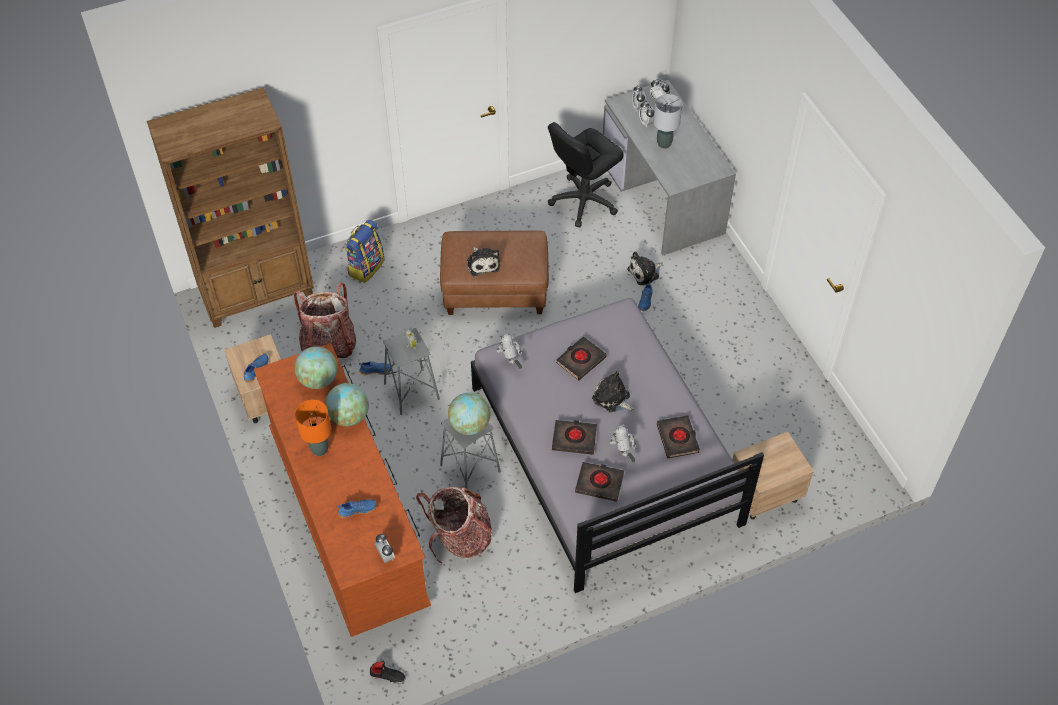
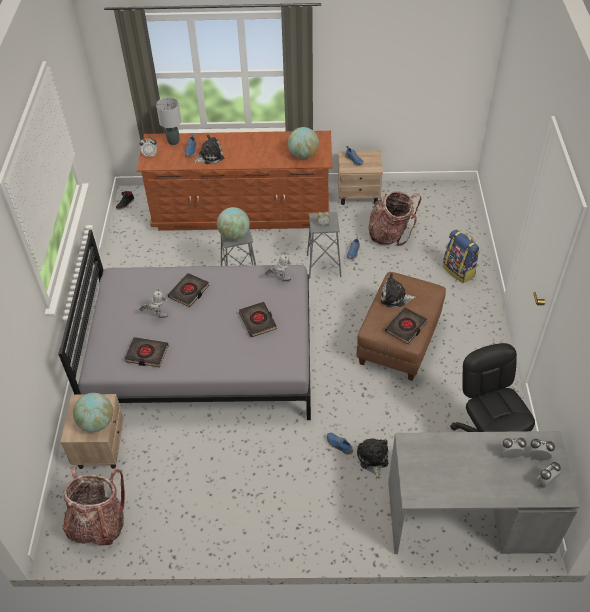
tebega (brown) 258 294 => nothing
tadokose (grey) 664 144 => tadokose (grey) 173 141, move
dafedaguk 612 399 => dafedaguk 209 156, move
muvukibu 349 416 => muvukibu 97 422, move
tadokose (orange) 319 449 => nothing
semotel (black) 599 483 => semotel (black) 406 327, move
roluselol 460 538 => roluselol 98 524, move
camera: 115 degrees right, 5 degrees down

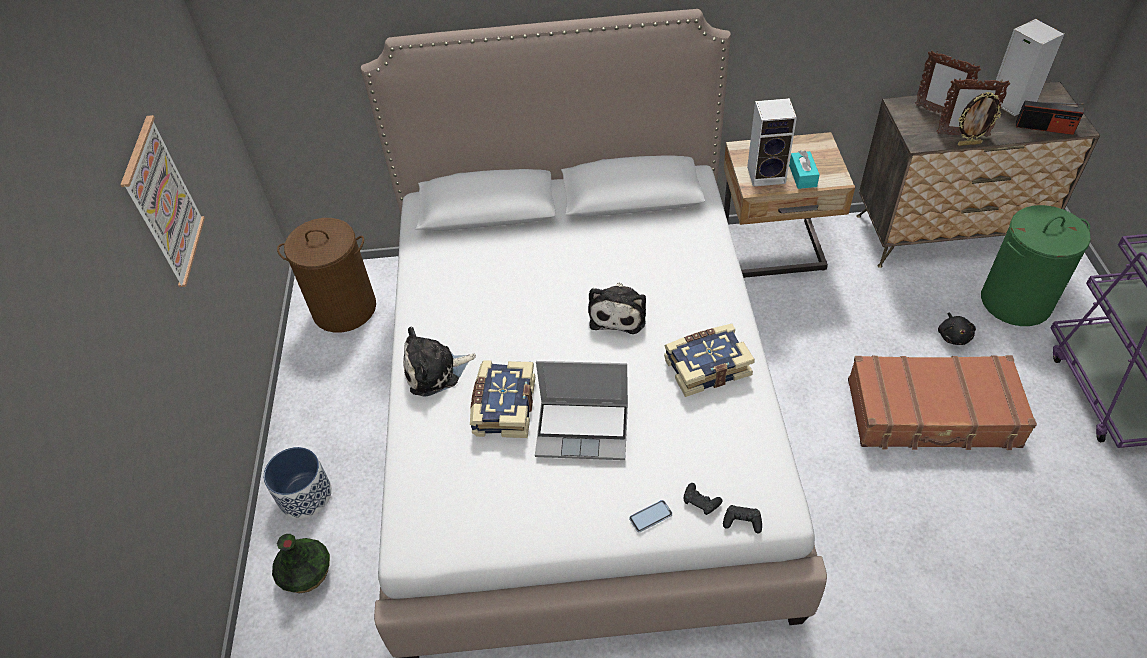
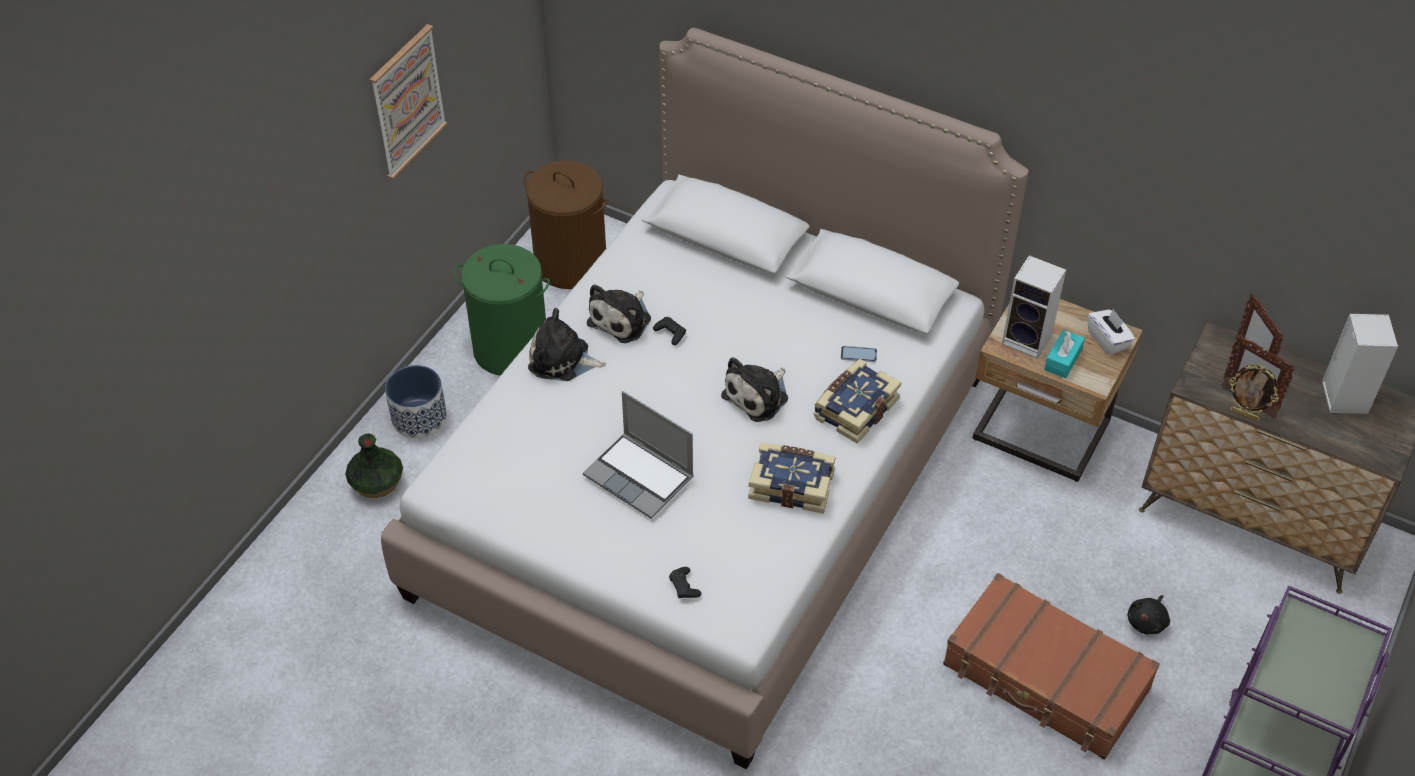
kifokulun 1044 128 => nothing
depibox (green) 1015 302 => depibox (green) 510 349, move
semotel 503 407 => semotel 854 408, move
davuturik 650 516 => davuturik 858 355, move
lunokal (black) 742 521 => lunokal (black) 670 333, move
nothing => dafedaguk 622 319
nothing => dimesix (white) 1108 340
camera: 30 degrees right, 0 degrees up

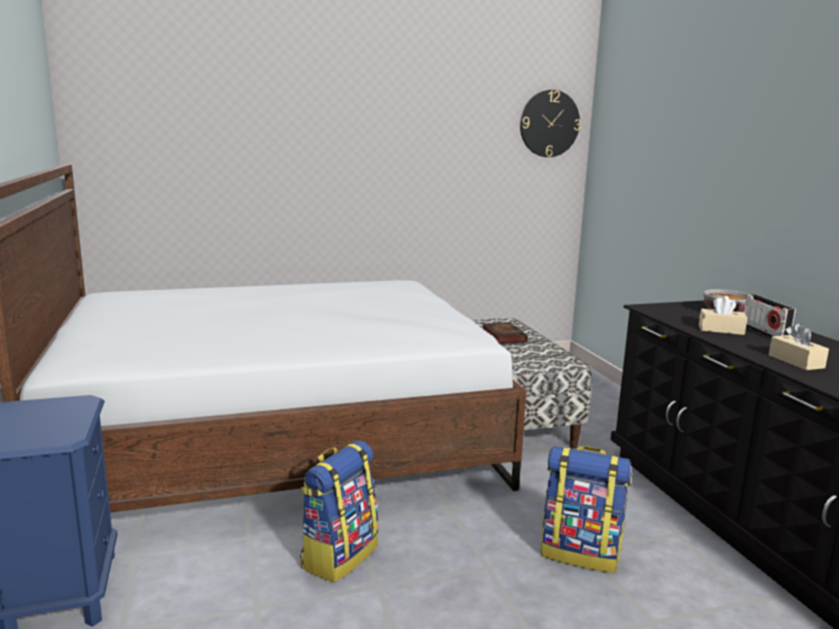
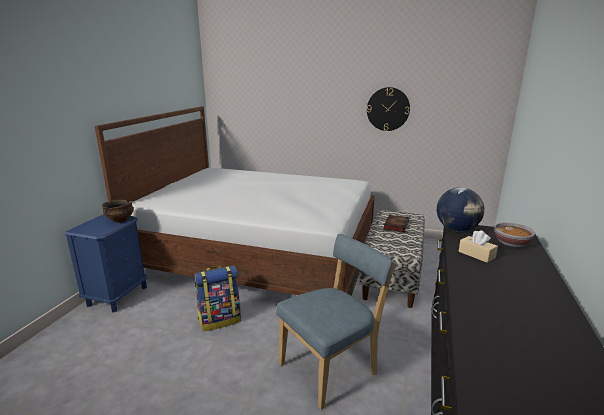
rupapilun 549 123 => rupapilun 388 109, move
kifokulun 765 333 => nothing
dimesix (beige) 796 361 => nothing
roluselol 581 552 => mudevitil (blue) 331 367
nothing => muvukibu 457 229
nothing => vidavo 120 220
camera: 35 degrees right, 5 degrees up

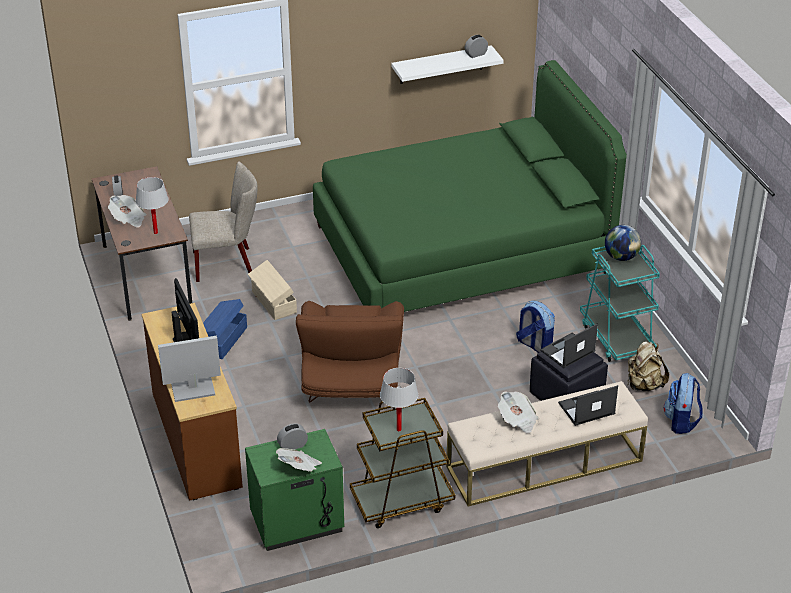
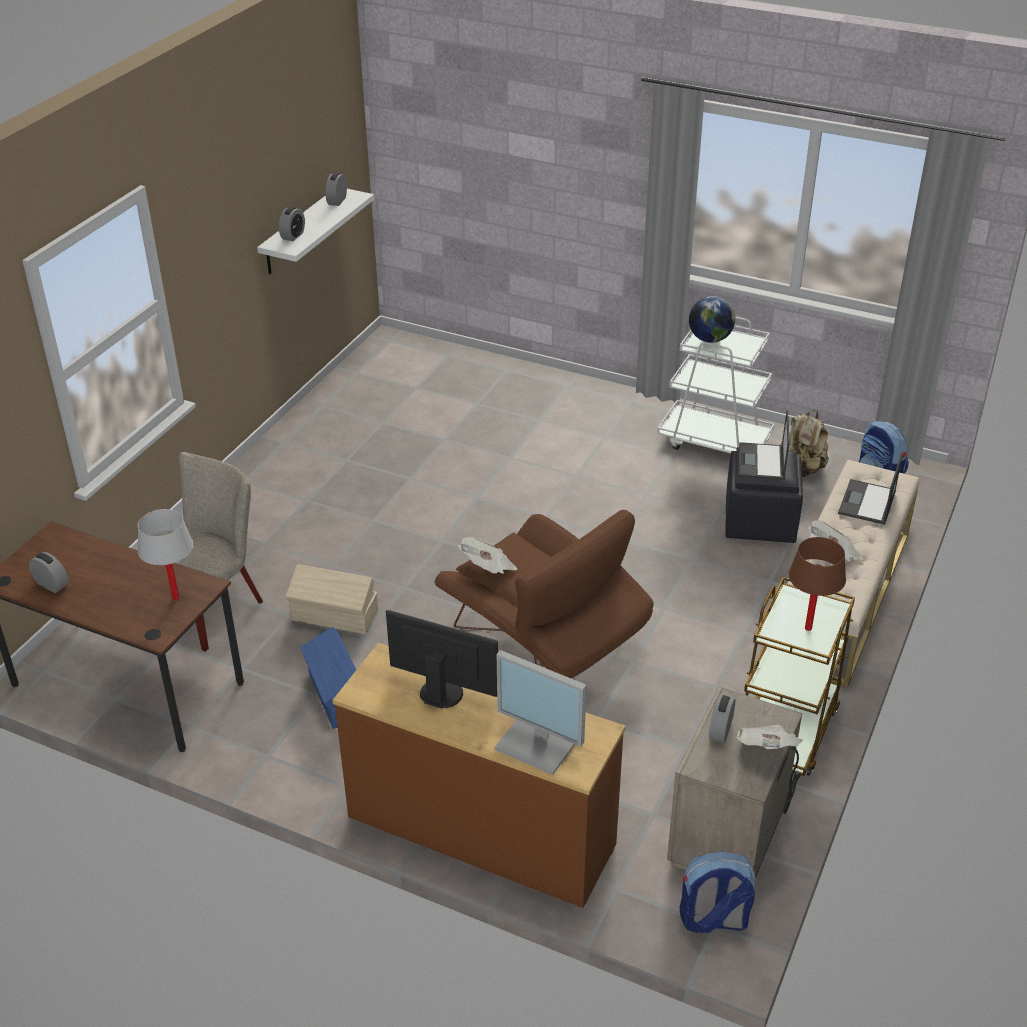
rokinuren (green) 461 250 => nothing
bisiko 128 219 => bisiko 488 567, move
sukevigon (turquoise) 616 337 => sukevigon (white) 715 441
roluselol 534 345 => roluselol 713 920, move
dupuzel 191 387 => dupuzel 540 742, 90 degrees counterclockwise
tadokose (white) 399 429 => tadokose (brown) 808 628
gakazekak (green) 297 523 => gakazekak (beige) 729 835
nothing => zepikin 293 236
camera: 45 degrees left, 0 degrees up

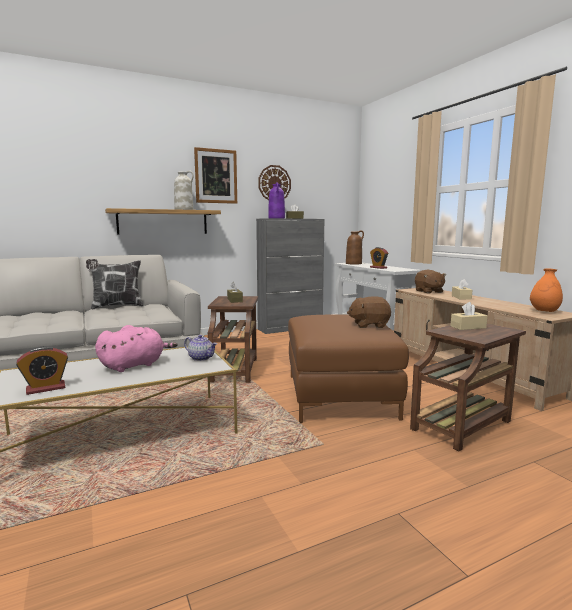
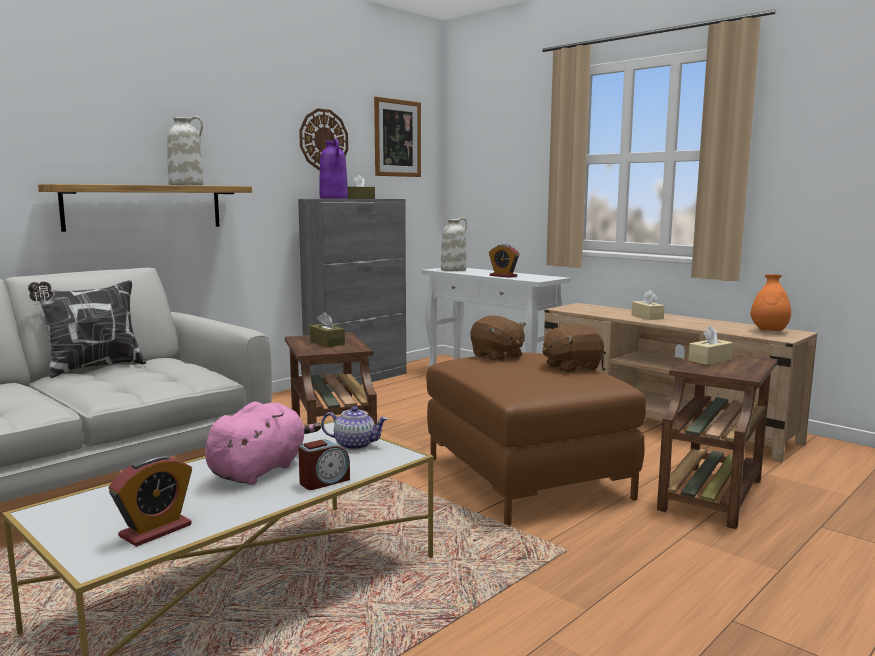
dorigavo 216 176 => dorigavo 397 138, move
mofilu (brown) 354 263 => mofilu (white) 453 270
dafedaguk (brown) 428 291 => dafedaguk (brown) 497 356, move
nothing => zepikin 324 481
camera: 20 degrees left, 0 degrees up

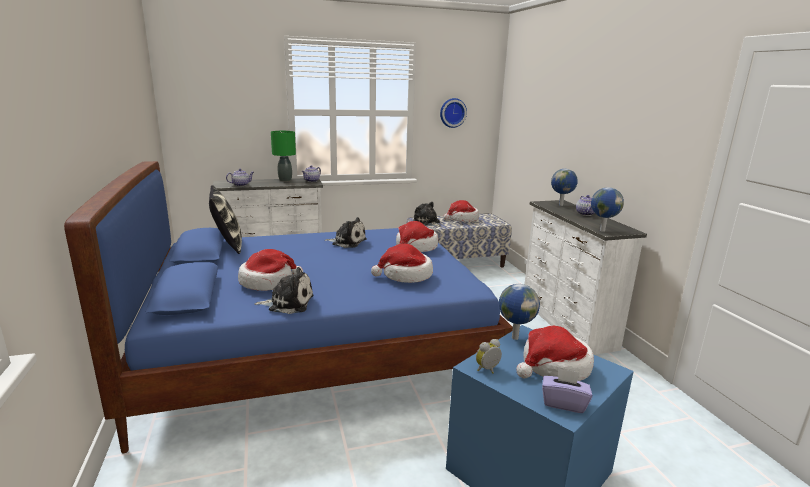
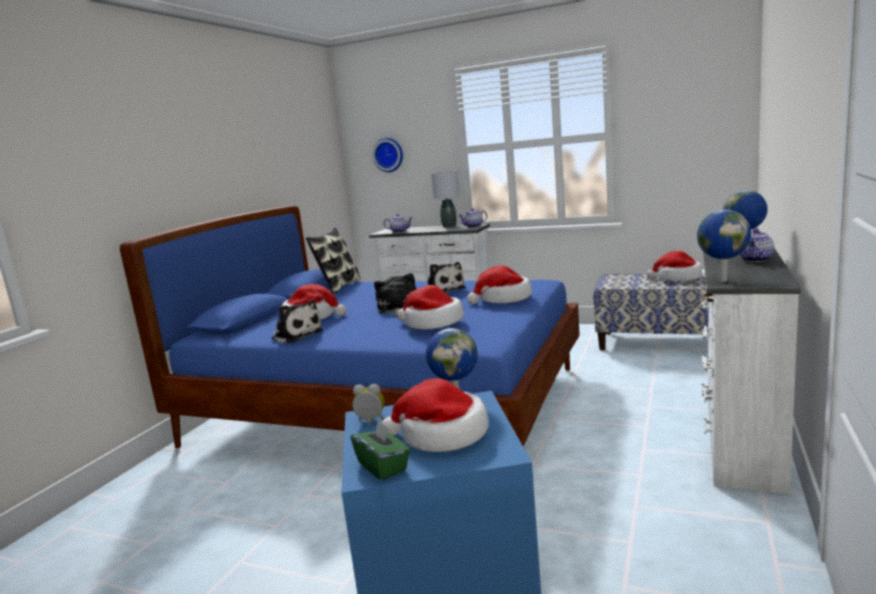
rupapilun 452 112 => rupapilun 389 154, move
tadokose (green) 285 180 => tadokose (grey) 449 226
dafedaguk 427 222 => dafedaguk 397 309, move
dimesix (purple) 563 403 => dimesix (green) 383 467
camera: 40 degrees right, 5 degrees down

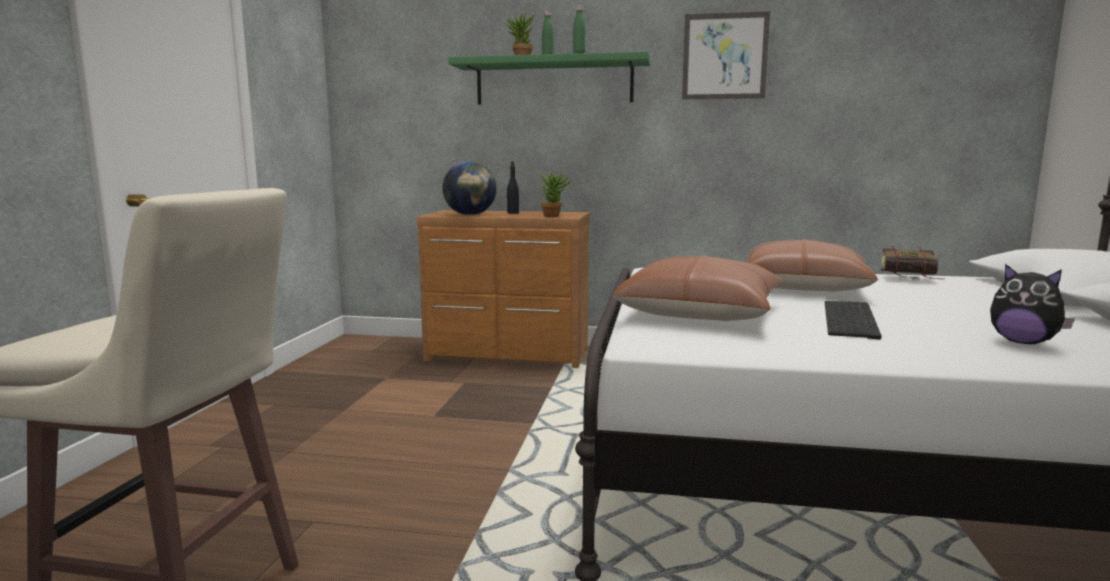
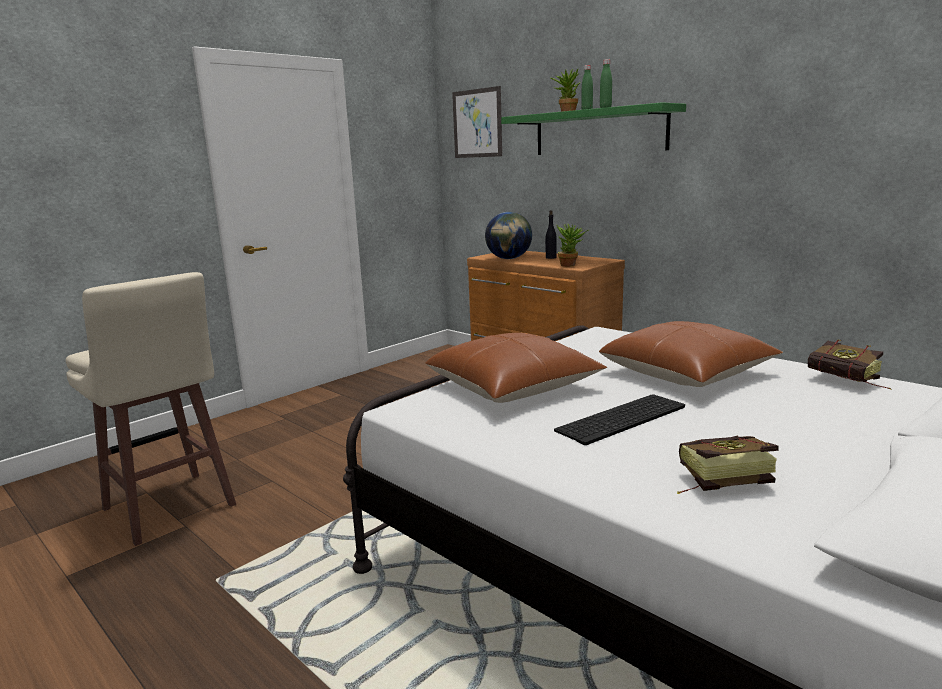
dorigavo 724 56 => dorigavo 477 123, move
dafedaguk 1023 342 => semotel 716 482
camera: 35 degrees right, 5 degrees up

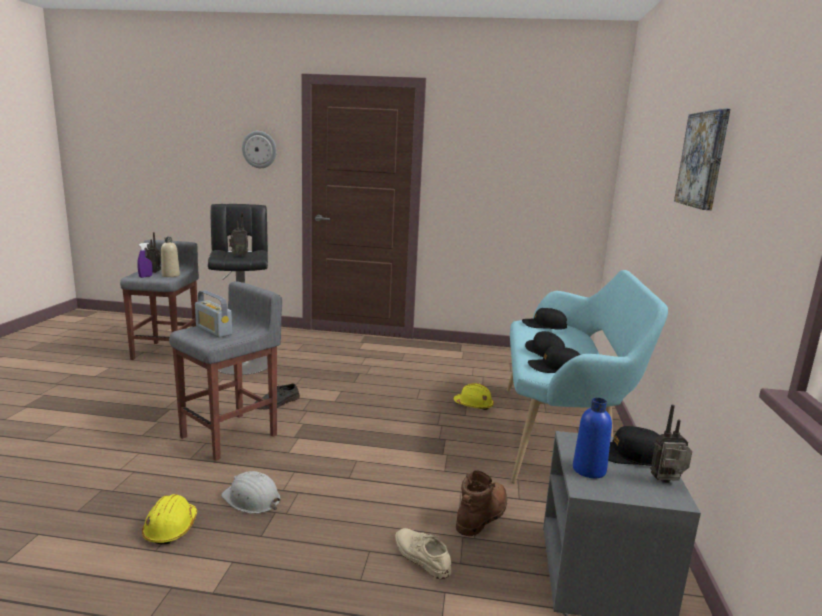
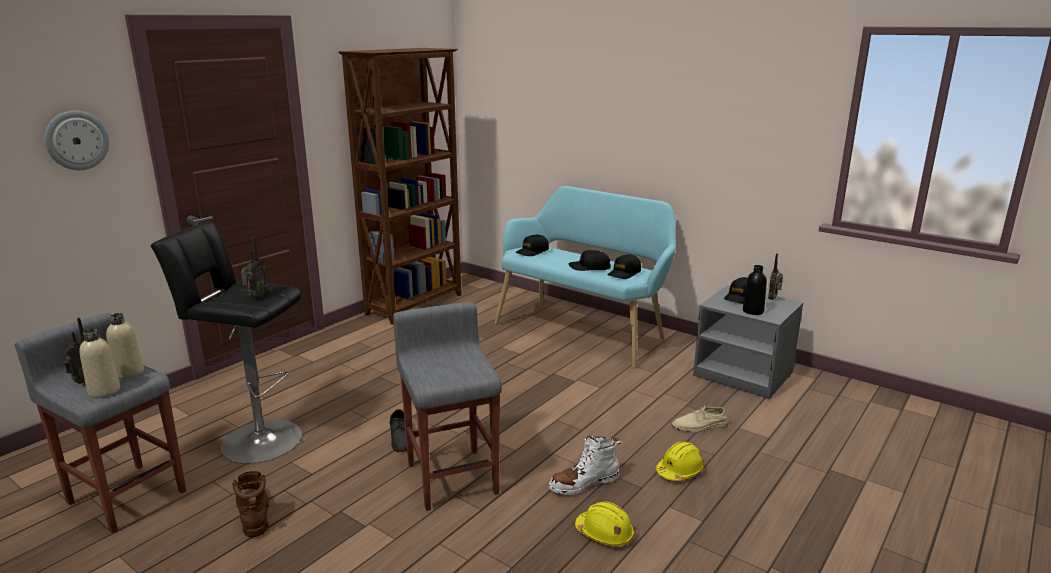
dorigavo 703 159 => nothing
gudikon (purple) 145 276 => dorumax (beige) 104 391
kifokulun 213 330 => nothing
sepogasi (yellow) 473 405 => sepogasi (yellow) 680 470, move
dorumax (blue) 589 470 => dorumax (black) 753 311
sepogasi (white) 251 499 => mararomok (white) 584 483
mararomok (brown) 482 515 => mararomok (brown) 253 512, move
nothing => tebega (brown) 416 304
camera: 60 degrees left, 5 degrees up

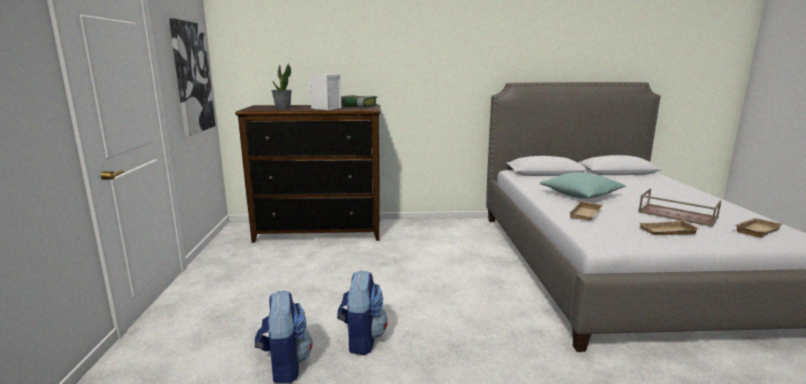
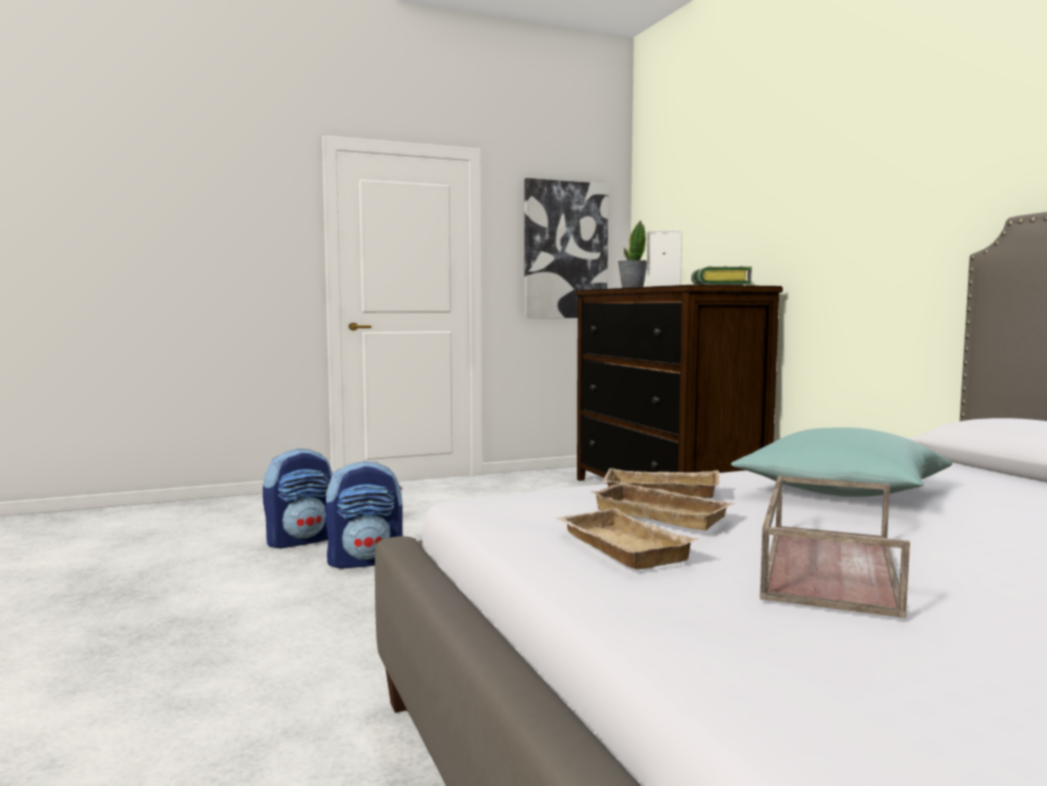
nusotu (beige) 755 230 => nusotu (beige) 664 514, move
camera: 70 degrees right, 10 degrees down

